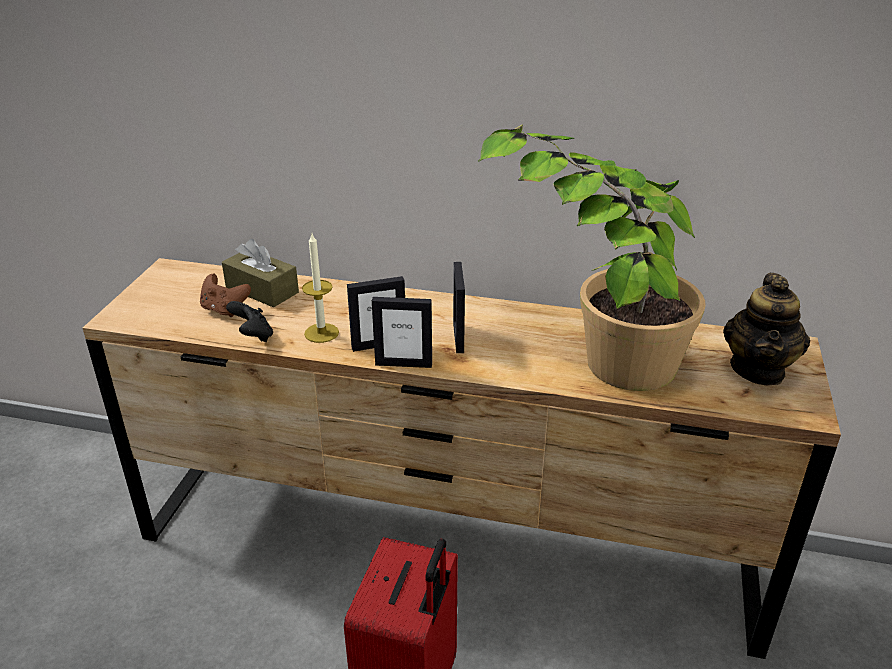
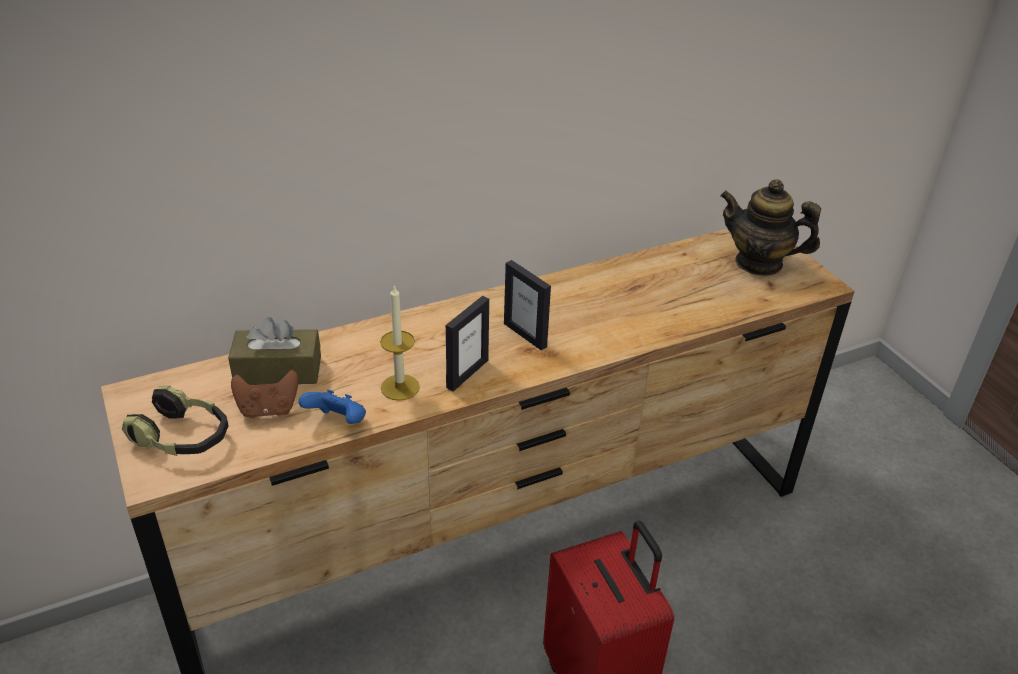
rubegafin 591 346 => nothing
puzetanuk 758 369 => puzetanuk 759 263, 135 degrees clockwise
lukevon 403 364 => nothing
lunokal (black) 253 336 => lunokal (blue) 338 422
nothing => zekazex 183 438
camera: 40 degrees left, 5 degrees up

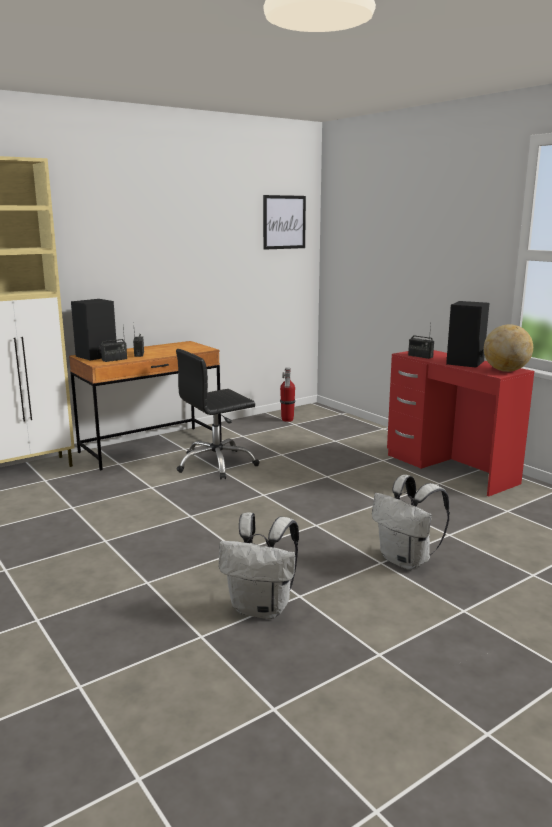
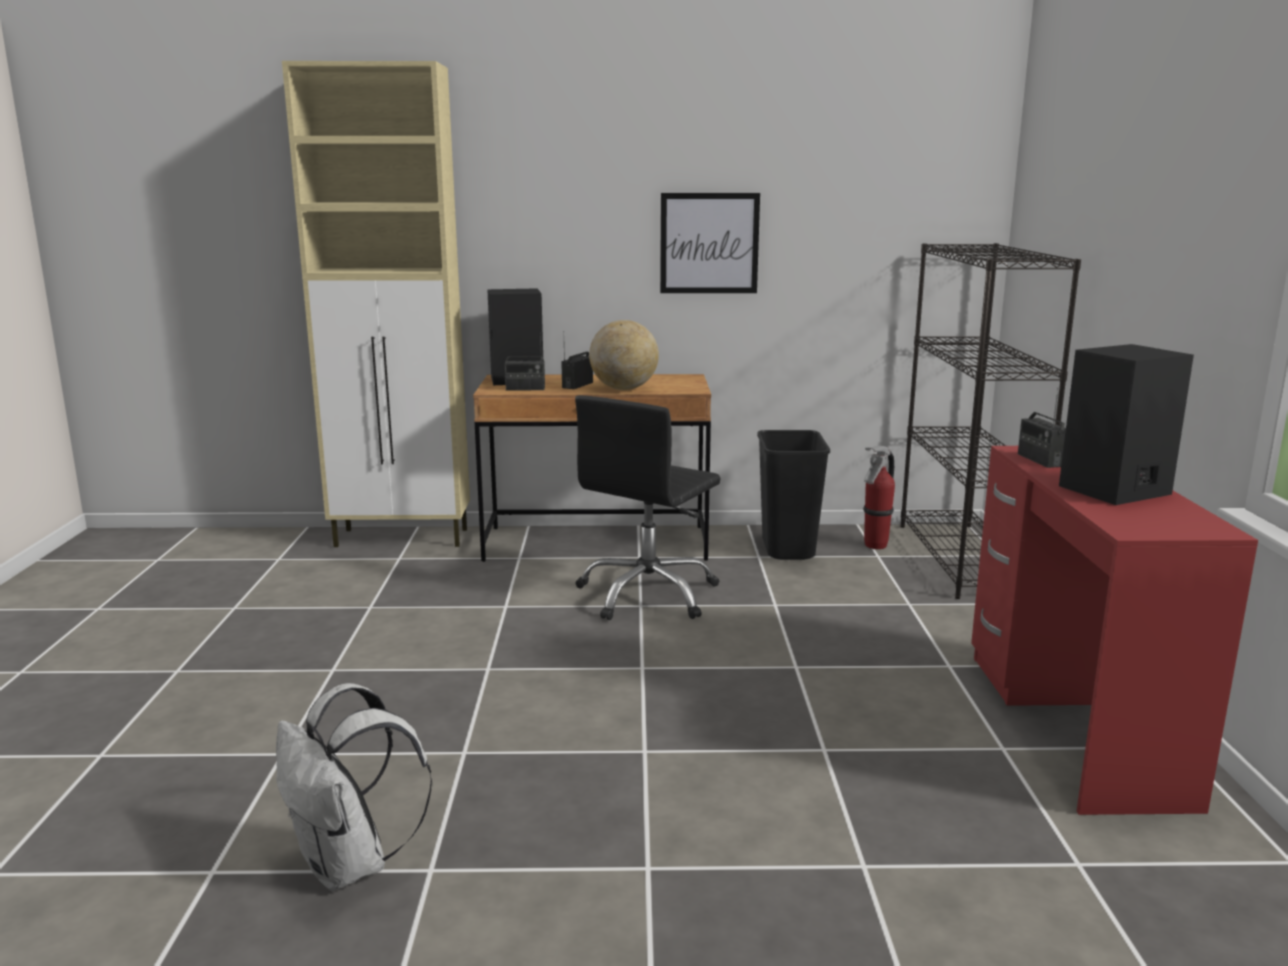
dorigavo 284 222 => dorigavo 709 243, move
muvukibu 506 371 => muvukibu 624 389, move
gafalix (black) 216 464 => gafalix (black) 648 594, 60 degrees counterclockwise
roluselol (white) 407 561 => nothing
nothing => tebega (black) 965 559
nothing => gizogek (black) 789 549
camera: 35 degrees right, 0 degrees up

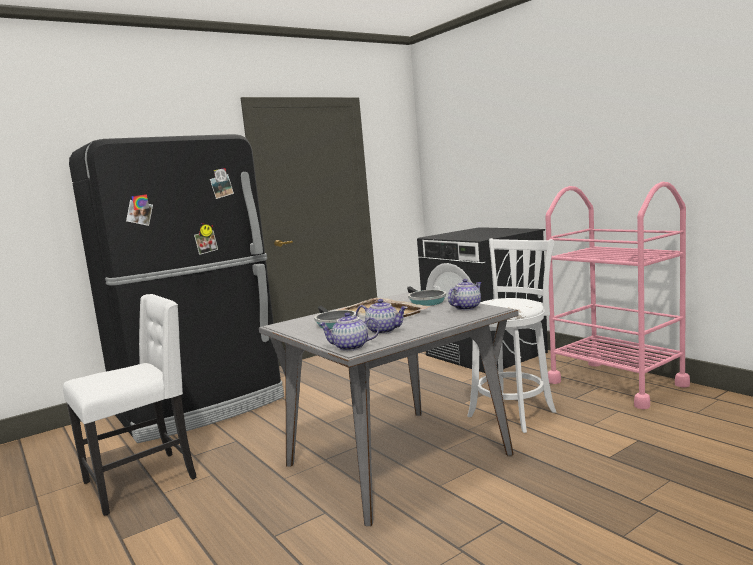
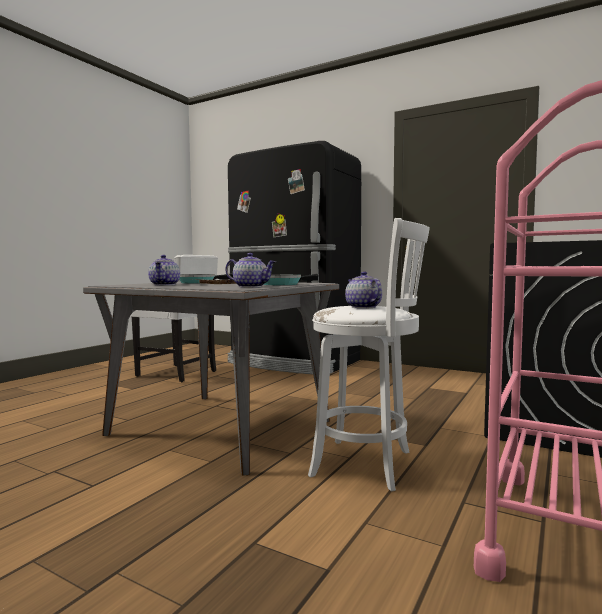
puzetanuk 350 347 => puzetanuk 362 307, move
camera: 65 degrees right, 5 degrees down

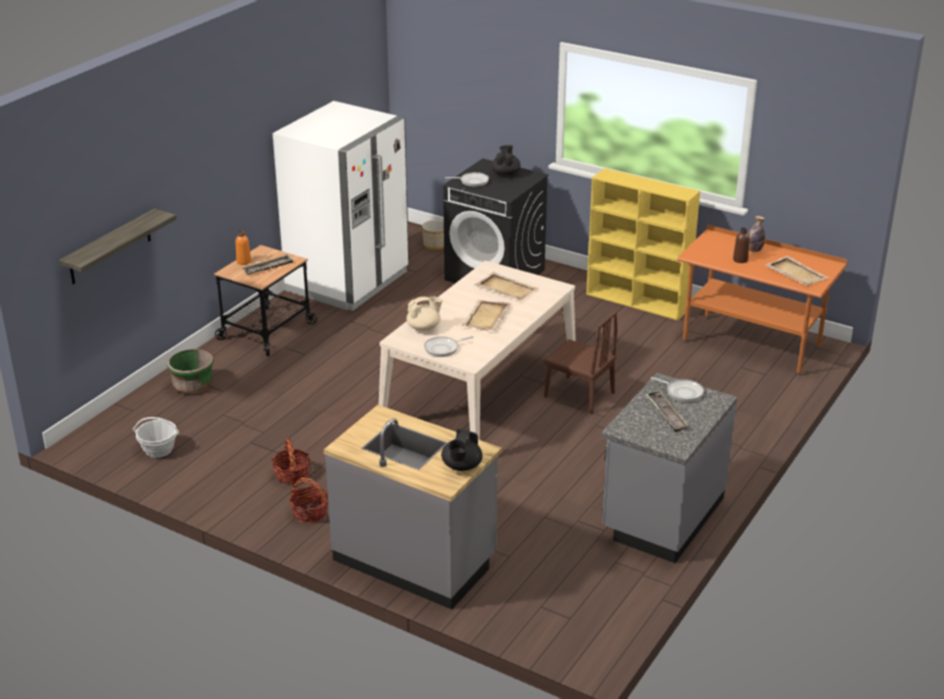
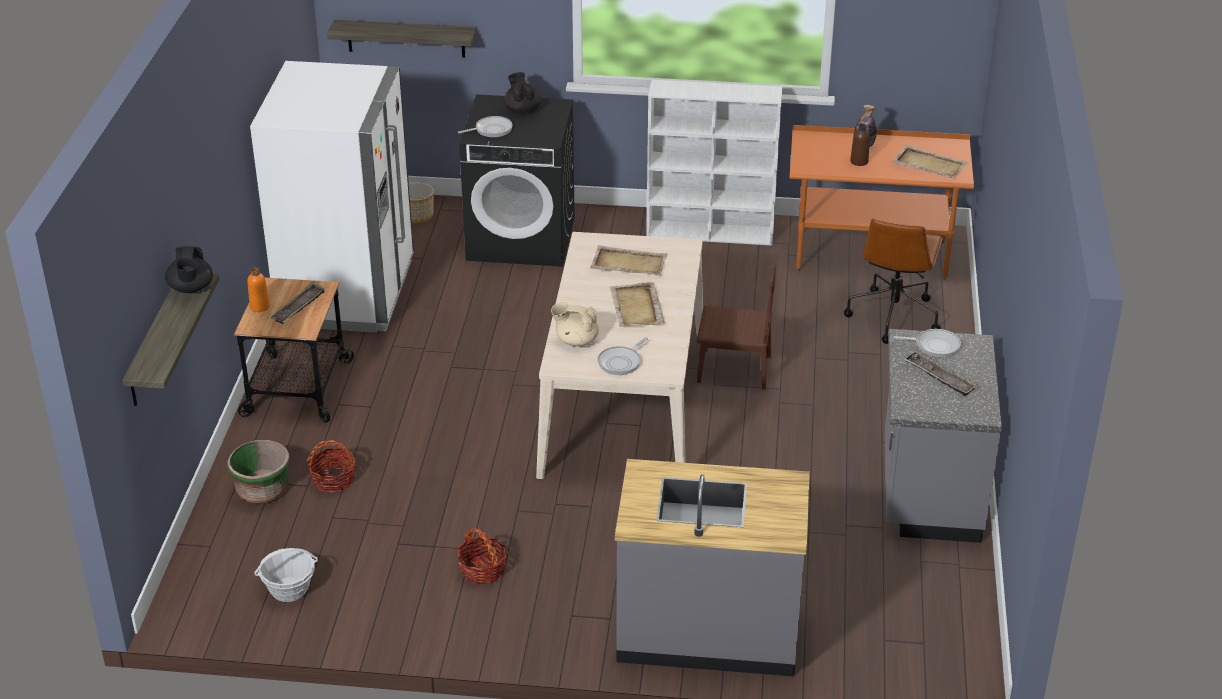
tebega (yellow) 638 302 => tebega (white) 711 232
puzetanuk (beige) 424 327 => puzetanuk (beige) 576 340, 120 degrees counterclockwise
puzetanuk (black) 461 466 => puzetanuk (black) 191 288, move
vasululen 310 513 => vasululen 333 480, move
nothing => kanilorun 406 38
nothing => gafalix (brown) 893 315
camera: 25 degrees left, 5 degrees up

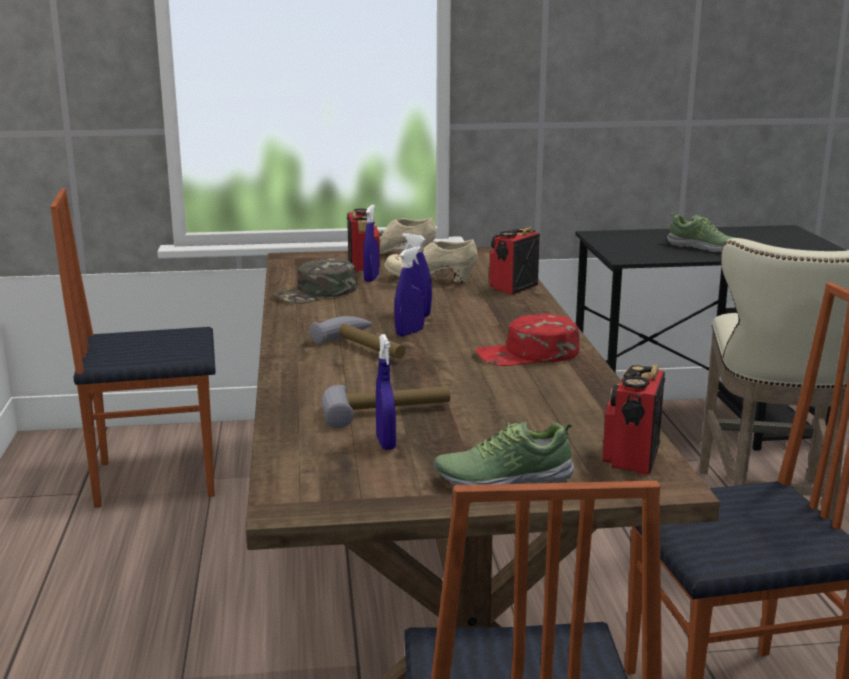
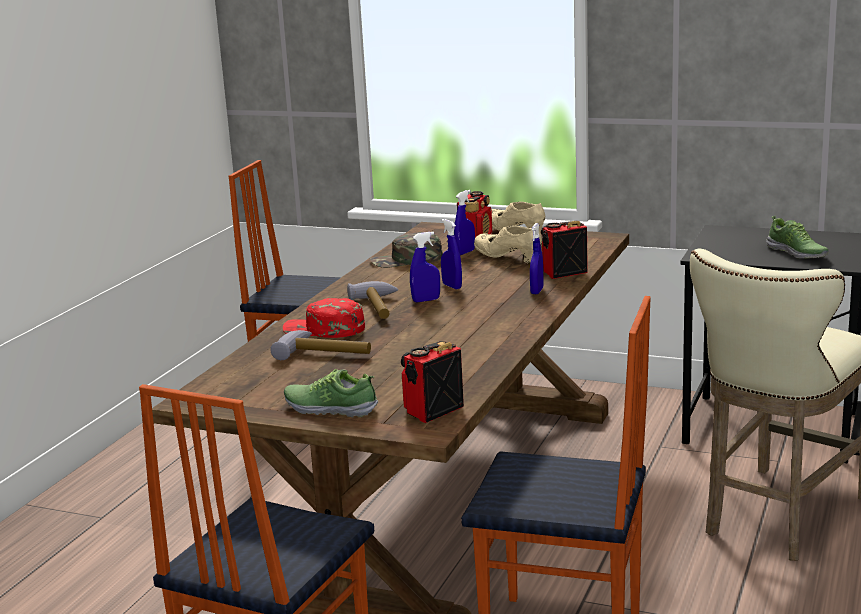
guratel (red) 527 354 => guratel (red) 324 329, move
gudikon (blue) 386 443 => gudikon (blue) 537 291, move
camera: 30 degrees right, 0 degrees up

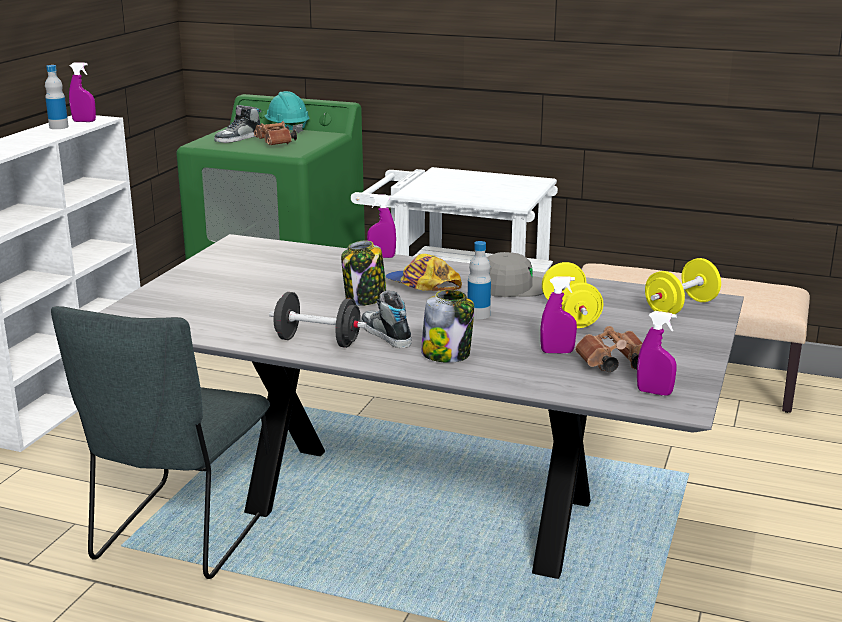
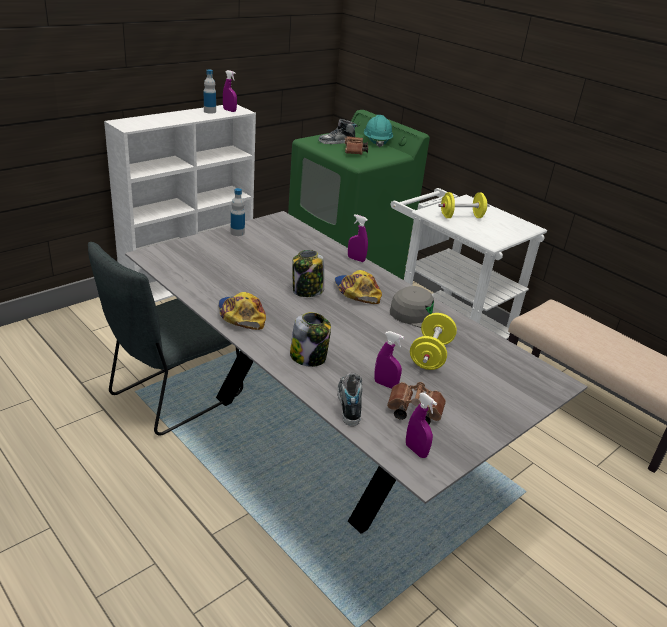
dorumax 478 314 => dorumax 237 233, move
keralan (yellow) 681 307 => keralan (yellow) 461 217, move
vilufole 385 334 => vilufole 348 404, move
keralan (black) 318 341 => guratel 241 315
camera: 25 degrees right, 10 degrees up

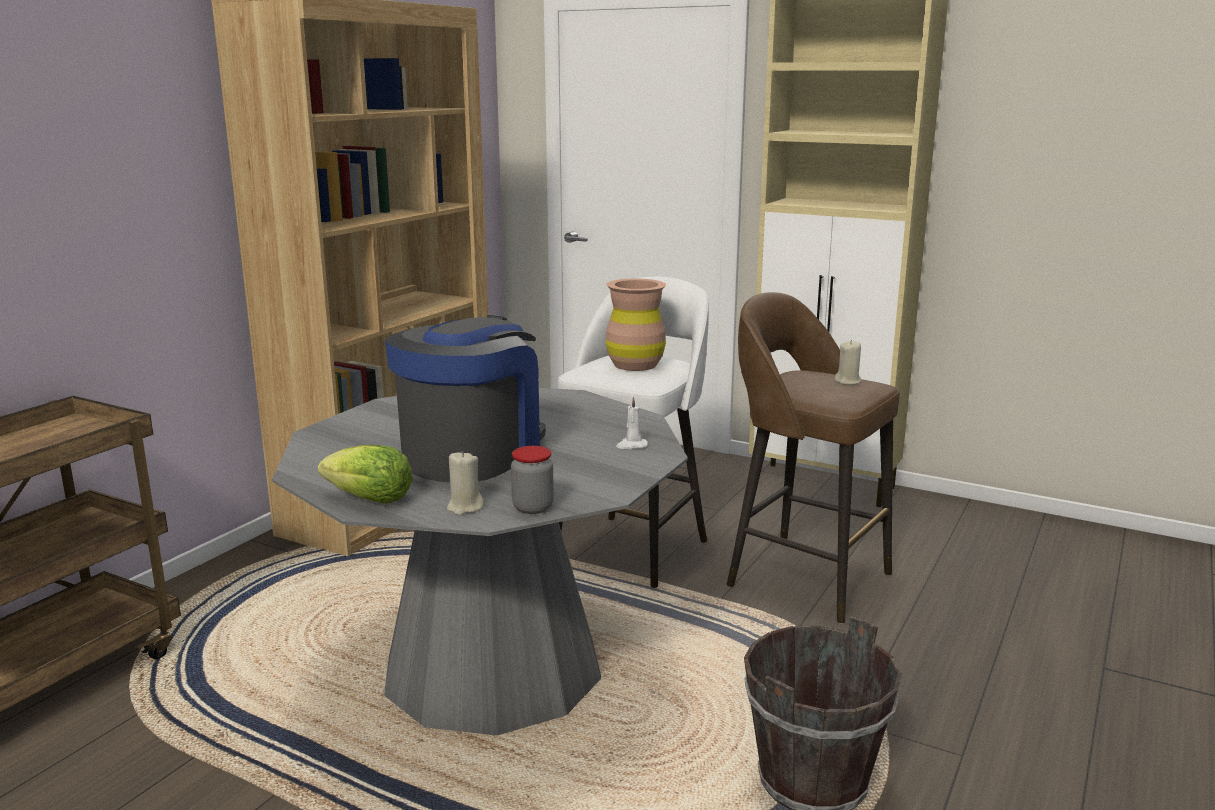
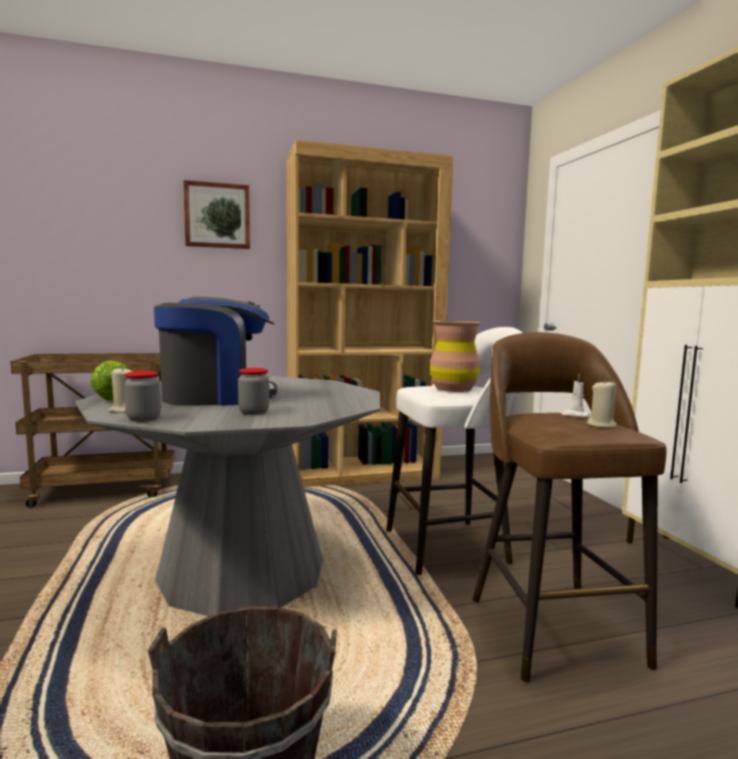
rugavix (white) 631 445 => rugavix (white) 574 415, move
nothing => dorigavo 217 216
nothing => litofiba 254 412
camera: 45 degrees right, 10 degrees down

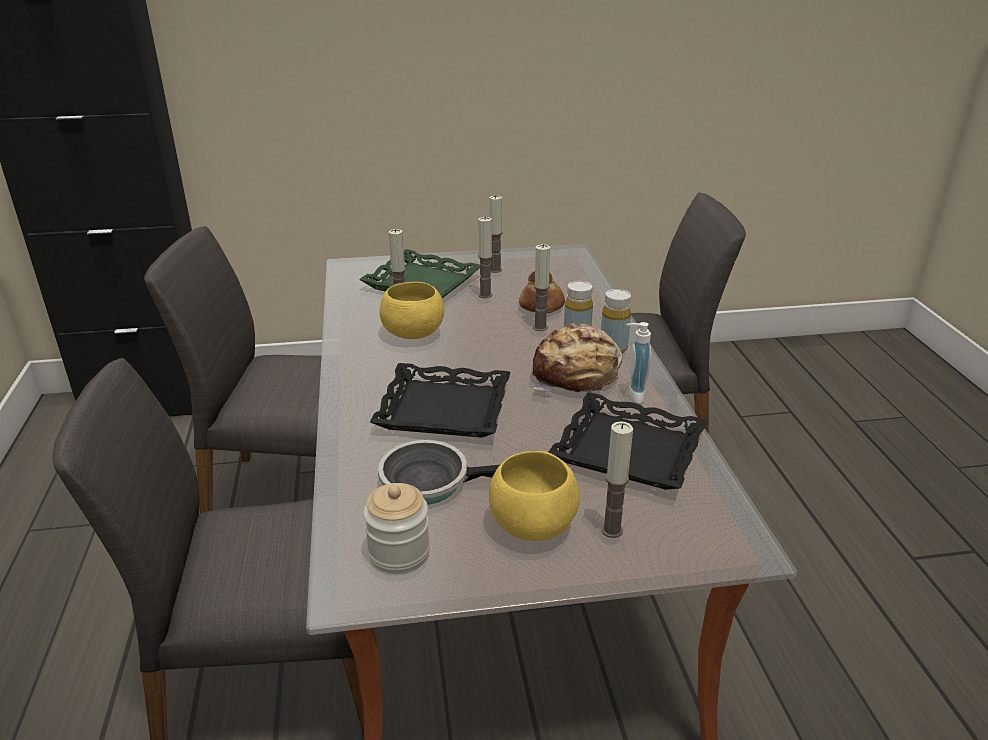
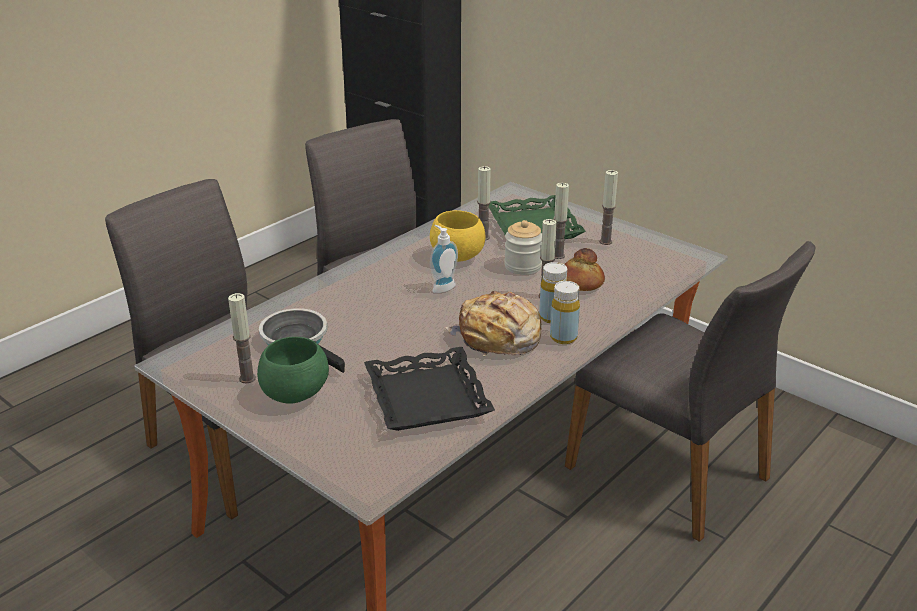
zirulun 632 395 => zirulun 442 287, move
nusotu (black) 443 410 => nothing
rugavix 611 530 => rugavix 247 378, move
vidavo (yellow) 534 525 => vidavo (green) 296 395
litofiba 399 553 => litofiba 522 266, move
camera: 50 degrees right, 0 degrees up

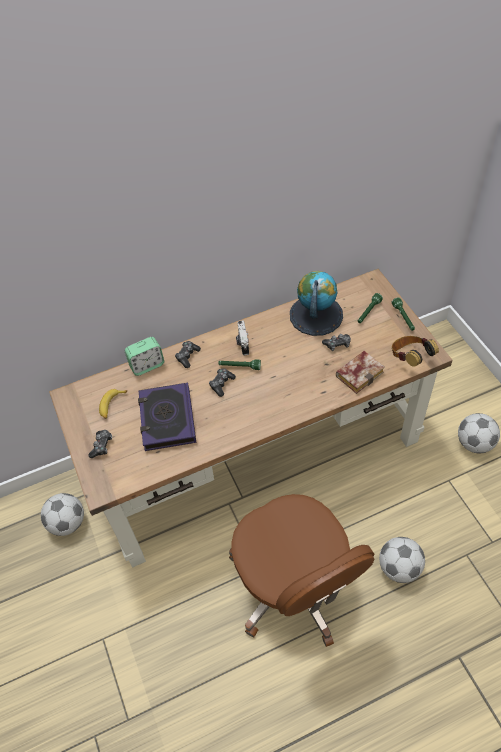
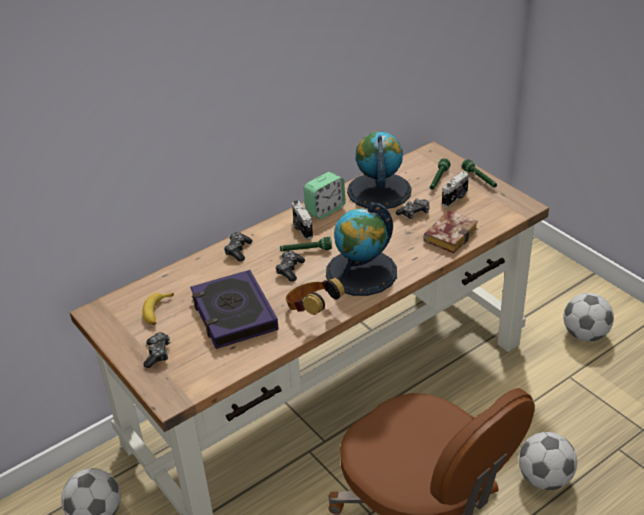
zekazex 410 358 => zekazex 312 311, move
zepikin 147 365 => zepikin 325 210, move
nothing => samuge 456 198
nothing => muvukibu 361 272
camera: 15 degrees left, 15 degrees down

